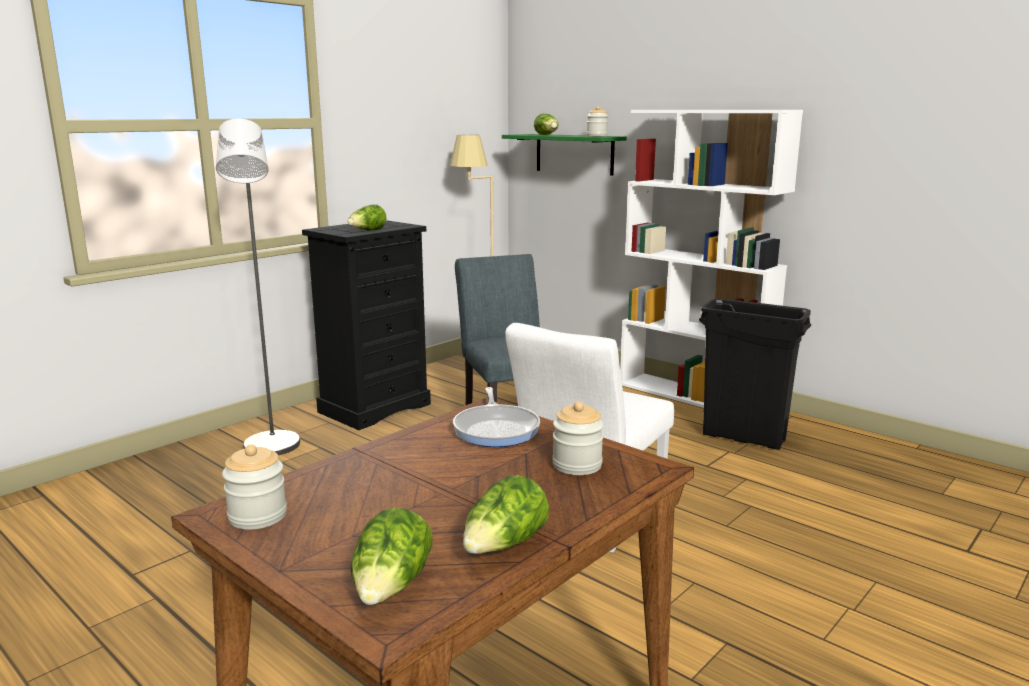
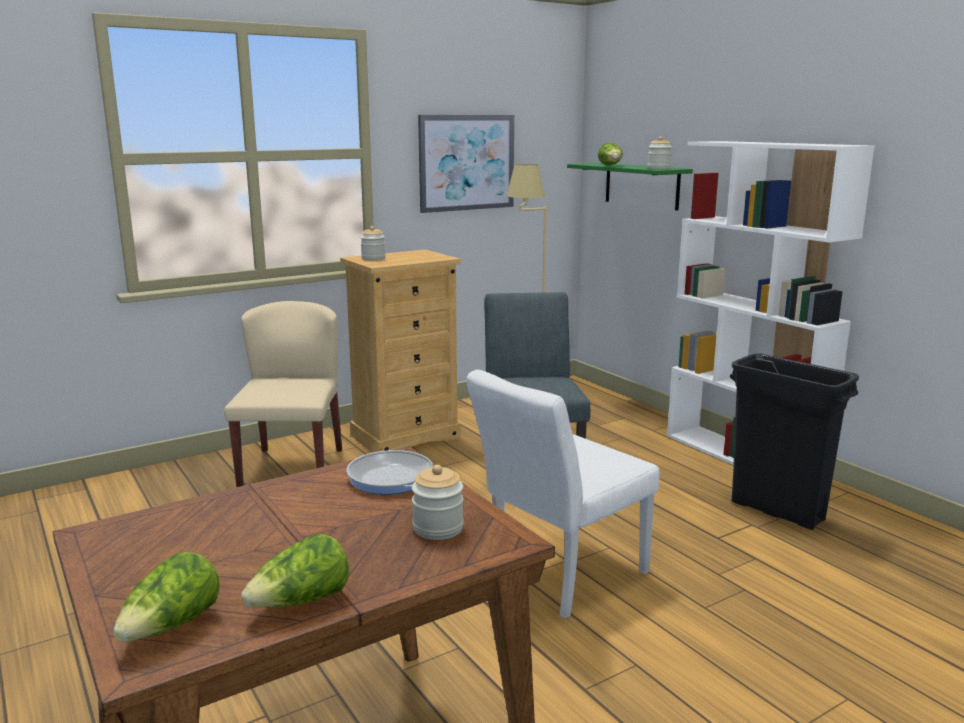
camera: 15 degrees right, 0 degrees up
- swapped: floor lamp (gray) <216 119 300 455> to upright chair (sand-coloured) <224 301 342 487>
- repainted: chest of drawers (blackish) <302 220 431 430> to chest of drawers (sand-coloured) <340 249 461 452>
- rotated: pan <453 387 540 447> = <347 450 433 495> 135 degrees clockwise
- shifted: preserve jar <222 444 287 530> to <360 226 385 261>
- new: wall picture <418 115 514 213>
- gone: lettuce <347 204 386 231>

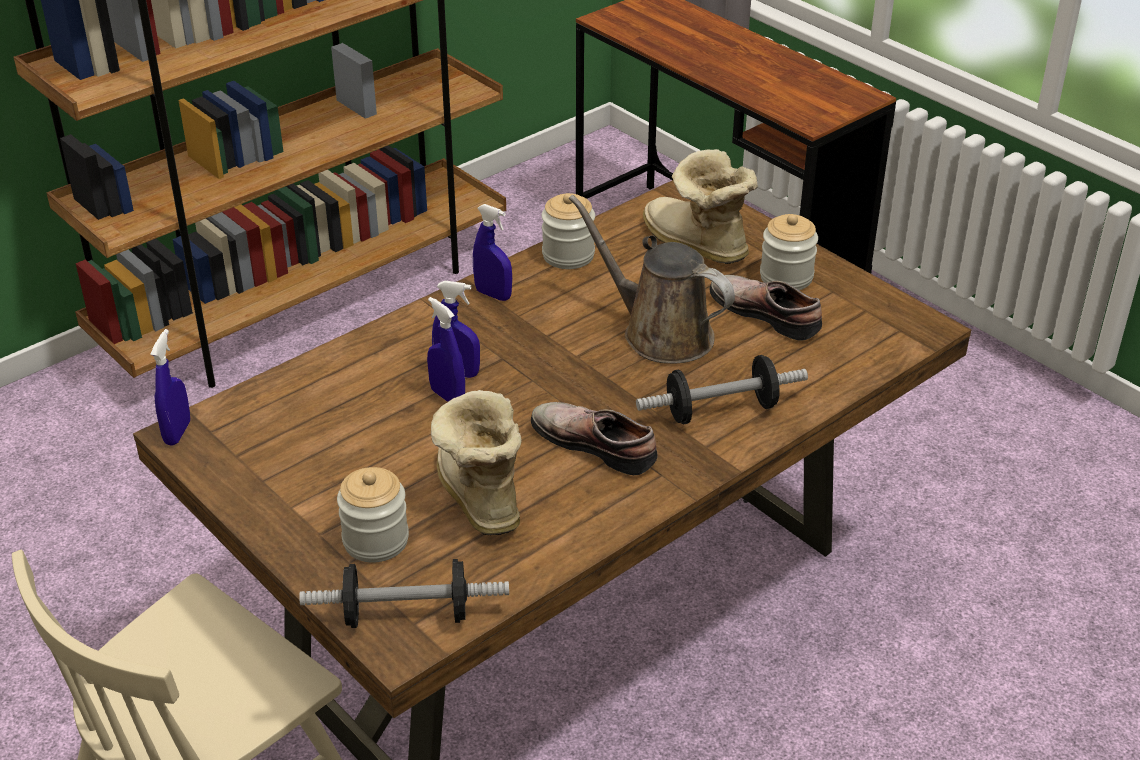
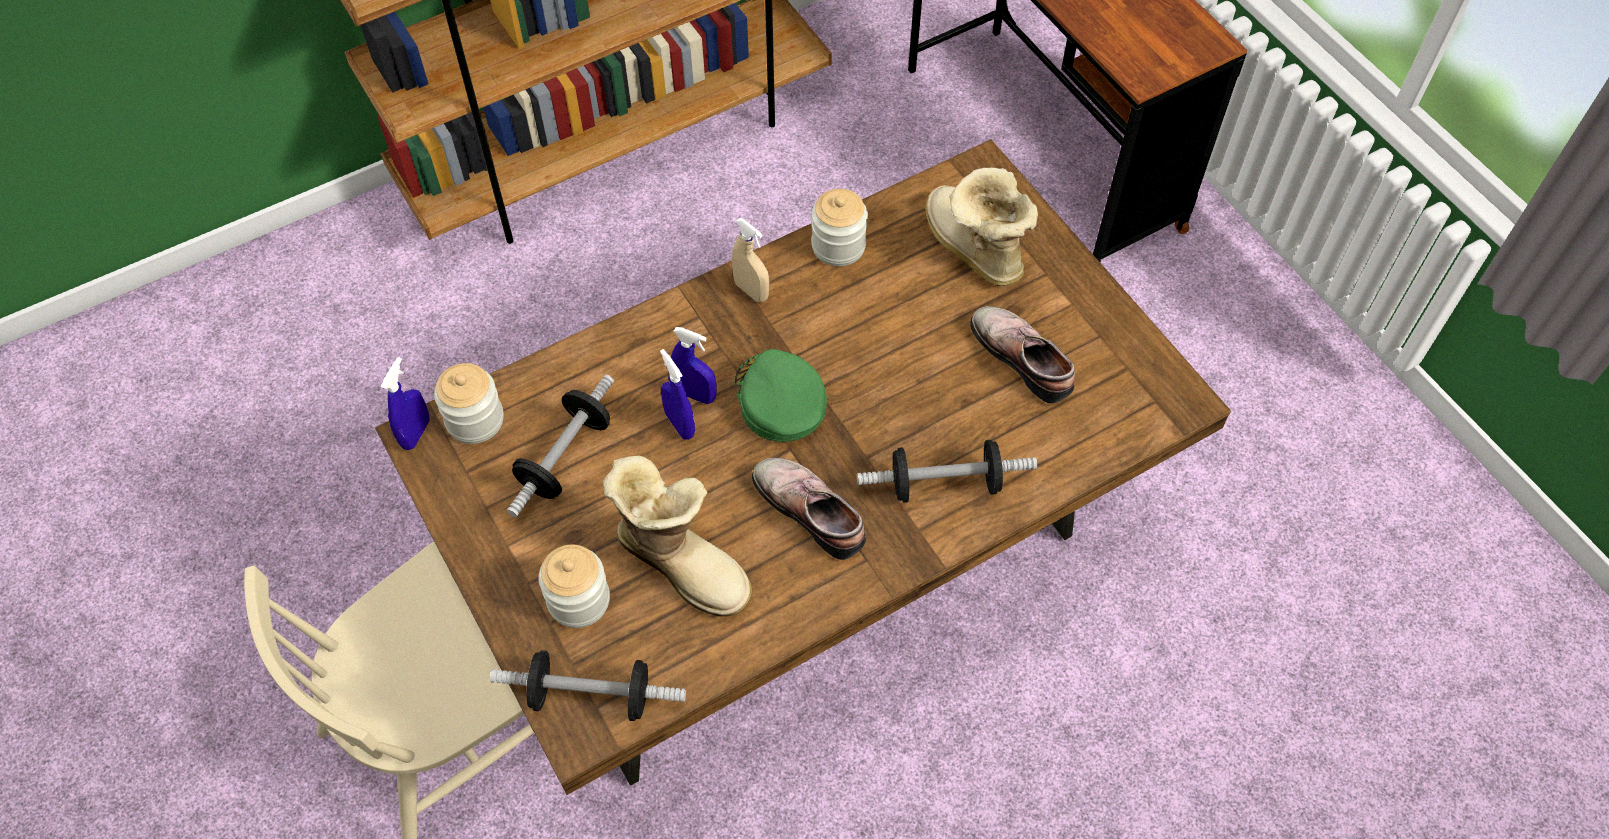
camera: 10 degrees right, 20 degrees up
- shifted: preserve jar <760 214 818 290> to <434 363 504 444>
- new: dumbbell <507 375 614 517>
- rotated: high-top boot <431 390 521 536> = <603 455 752 617> 135 degrees clockwise
- repainted: sprayer (blue-coloured) <473 204 512 301> to sprayer (sand-coloured) <732 218 769 302>
- new: cap (green) <735 349 827 442>
- gone: watering pot (brown-coloured) <569 195 735 364>

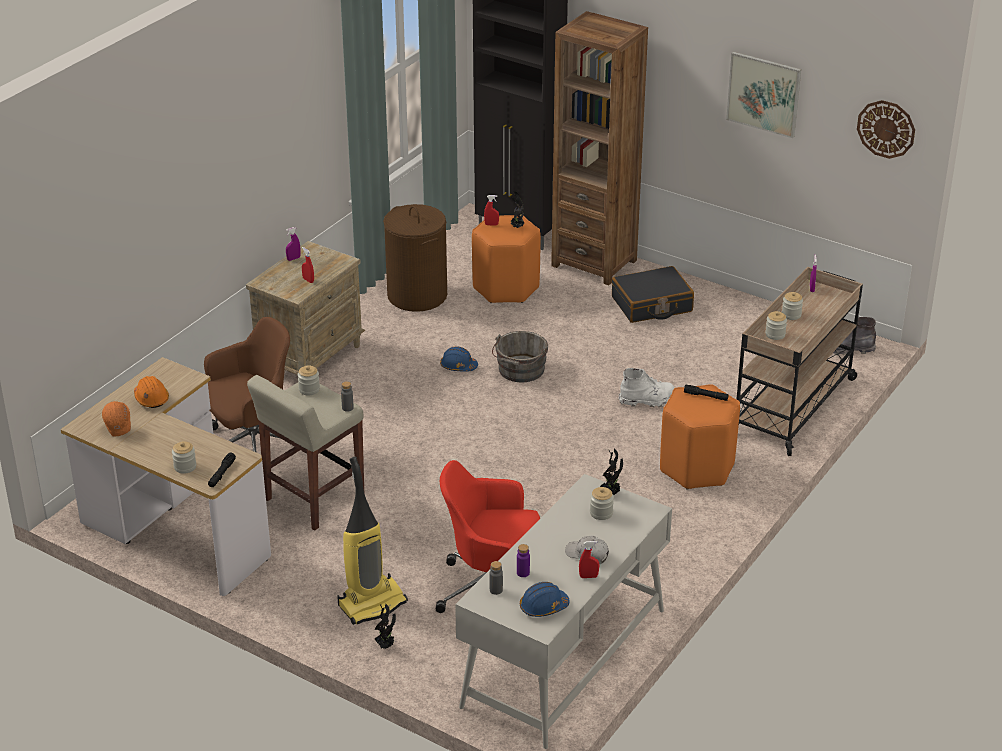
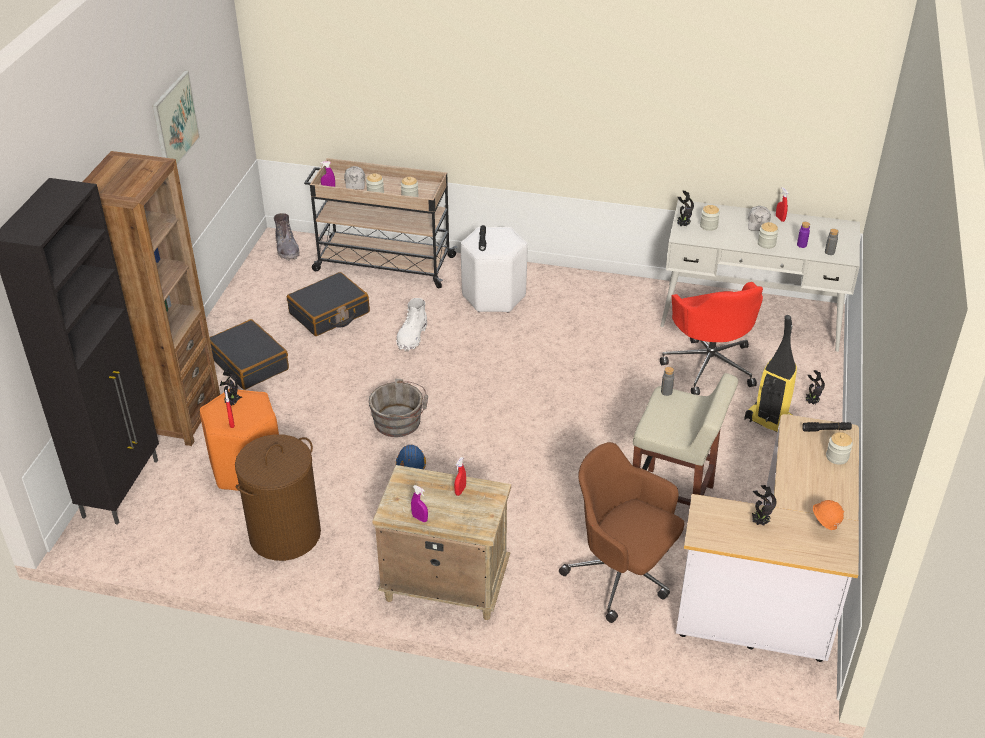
camera: 110 degrees left, 5 degrees up
- new: suitcase (blackish) <287 272 370 336>
- new: cap (white) <344 166 365 190>
- rotated: high-top boot (white) <619 368 675 407> = <396 298 427 352> 135 degrees counterclockwise
- repainted: stool seat (orange) <660 384 740 489> to stool seat (white) <461 227 527 313>
- swapped: safety helmet (orange) <134 376 169 408> to houseplant <752 485 777 526>
- shifted: preserve jar <298 365 320 395> to <758 222 778 249>
- gone: safety helmet (blue-coloured) <520 582 570 617>
- gone: wall clock <857 100 915 159>

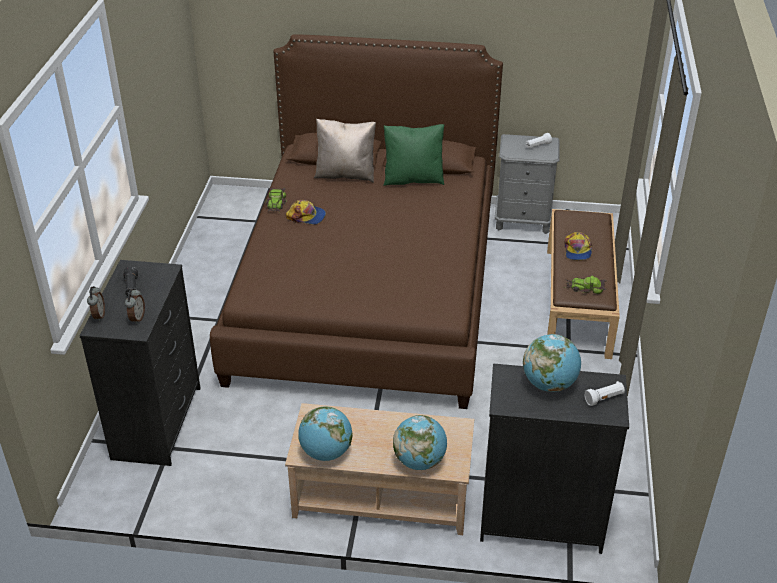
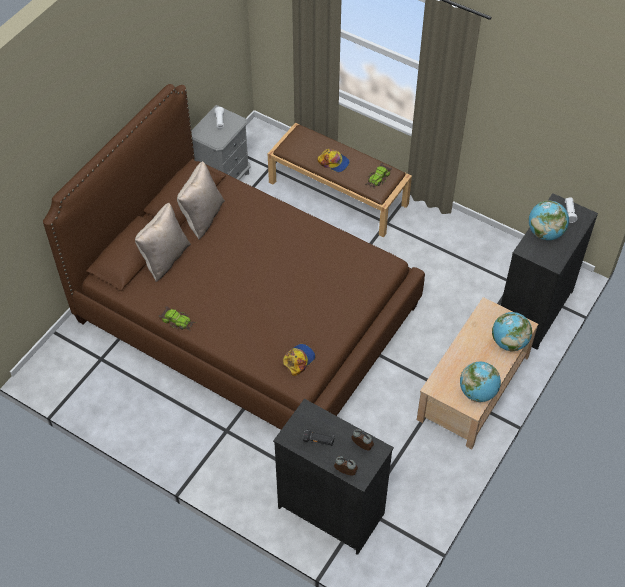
camera: 65 degrees left, 15 degrees up
- repainted: pillow (green) <383 124 444 186> to pillow (sand-coloured) <177 161 225 240>
- shifted: cap <286 200 326 225> to <283 344 315 376>

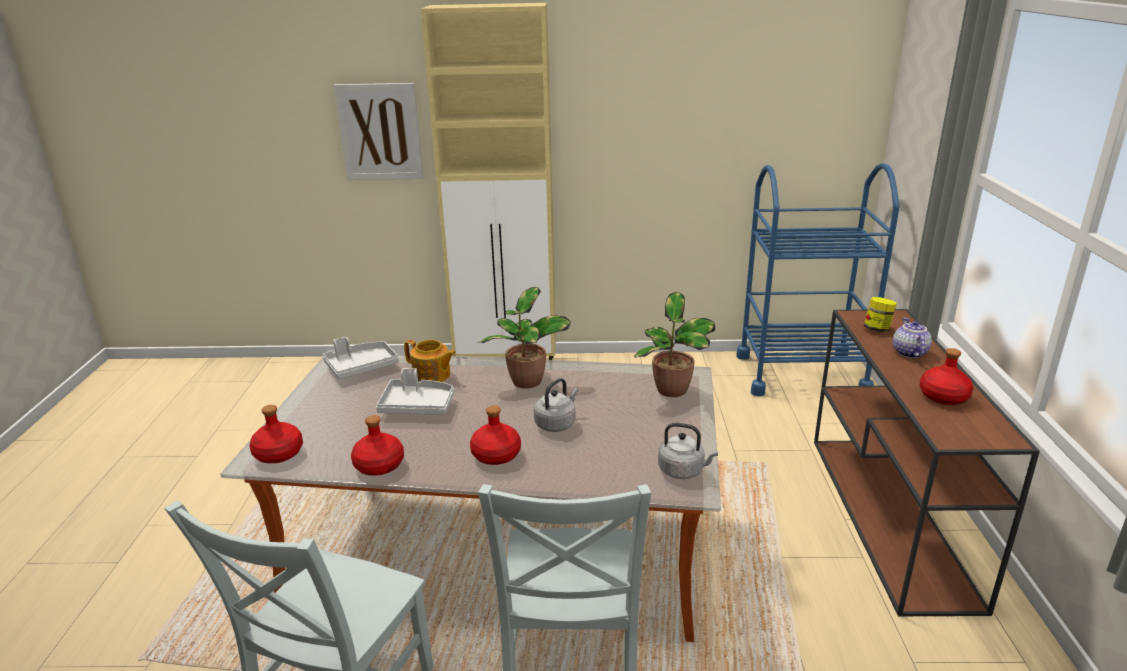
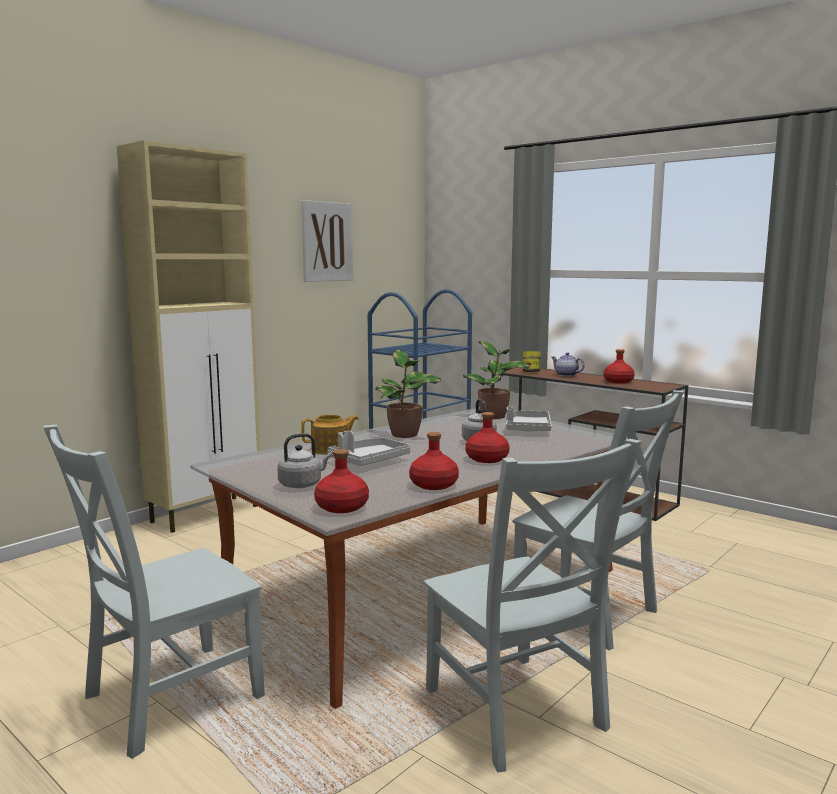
camera: 50 degrees left, 15 degrees down
- new: upright chair (gray) <43 425 265 759>
- shifted: kettle (gray) <658 423 718 479> to <277 433 332 488>
- shifted: wall picture <334 83 424 180> to <301 200 353 282>
- shifted: serving tray (gray) <323 337 399 379> to <506 407 552 432>

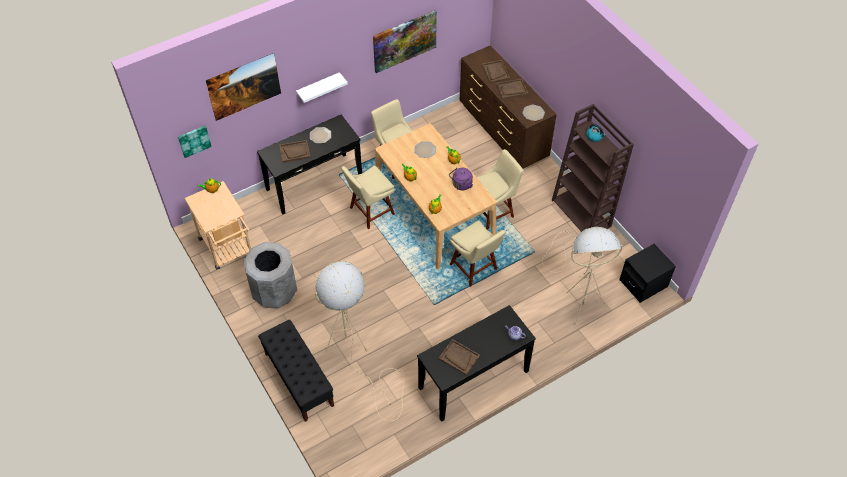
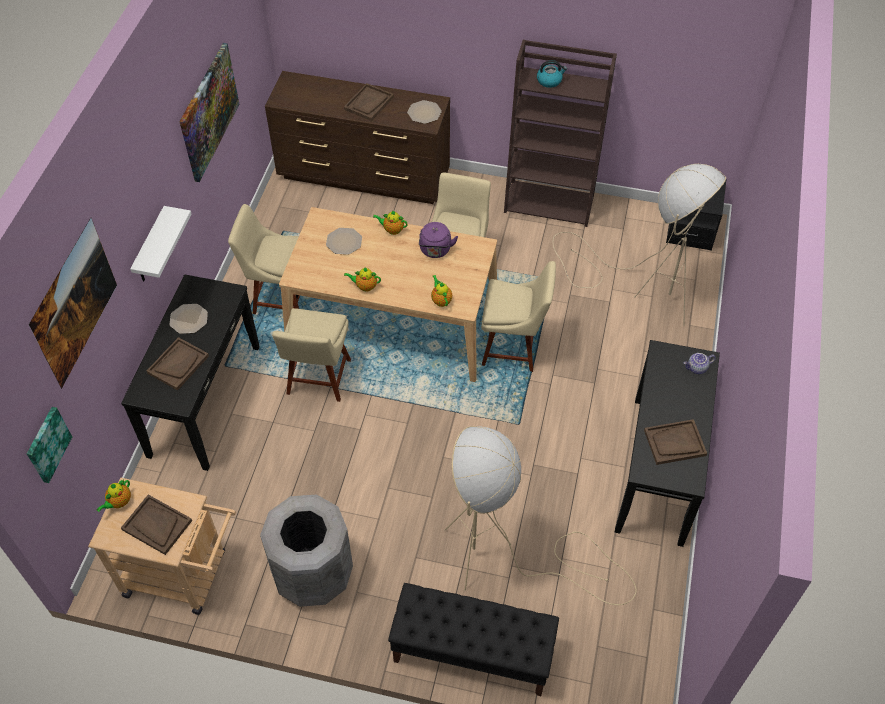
camera: 45 degrees left, 0 degrees up
- shifted: serving tray (brown-coloured) <482 60 510 83> to <121 495 192 555>

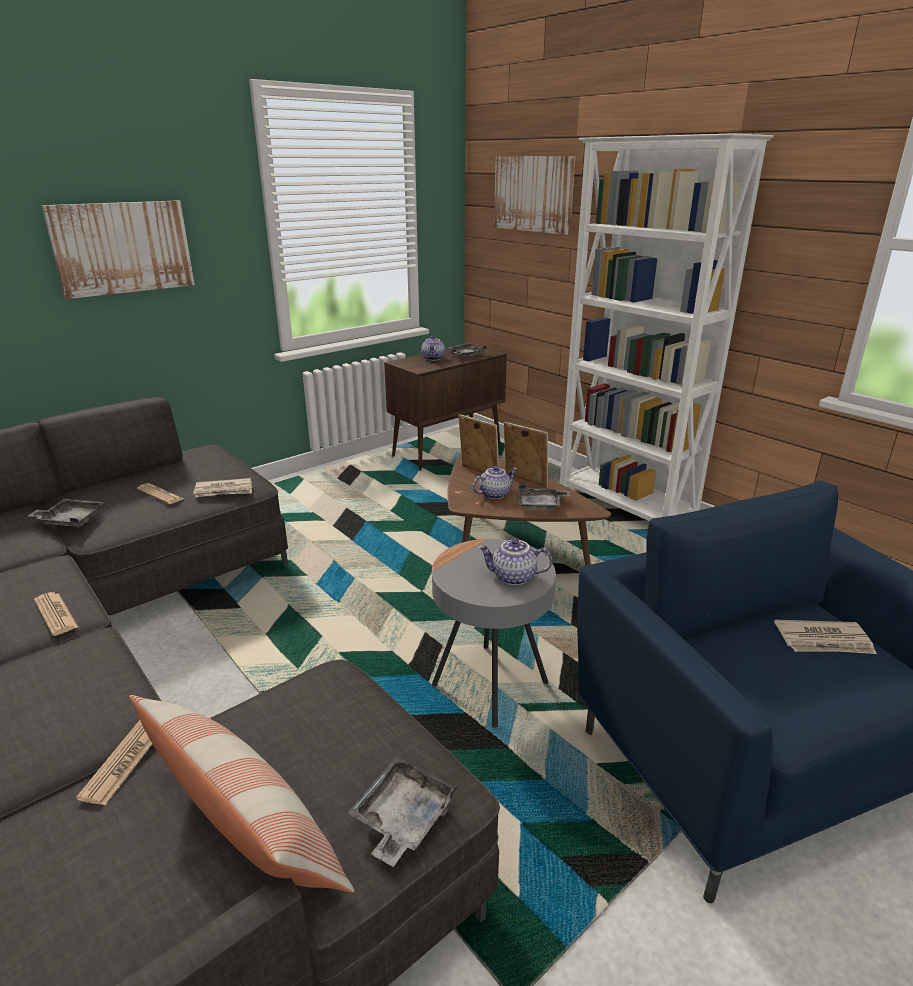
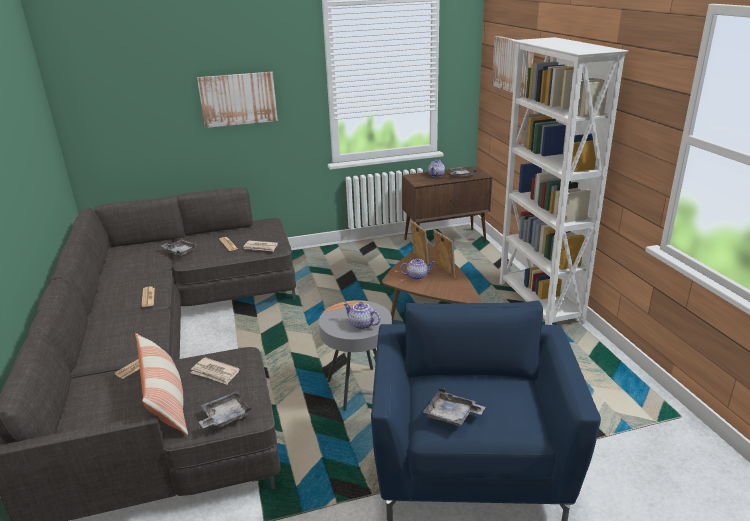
camera: 25 degrees right, 0 degrees up
- shifted: newspaper <774 620 877 654> to <190 357 240 385>
- shifted: serving tray (gray) <518 484 570 510> to <423 387 485 426>

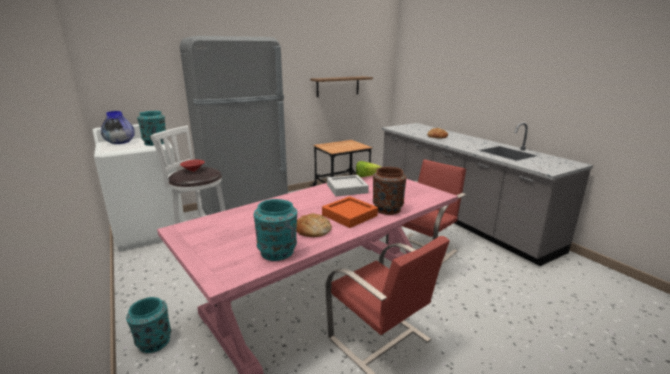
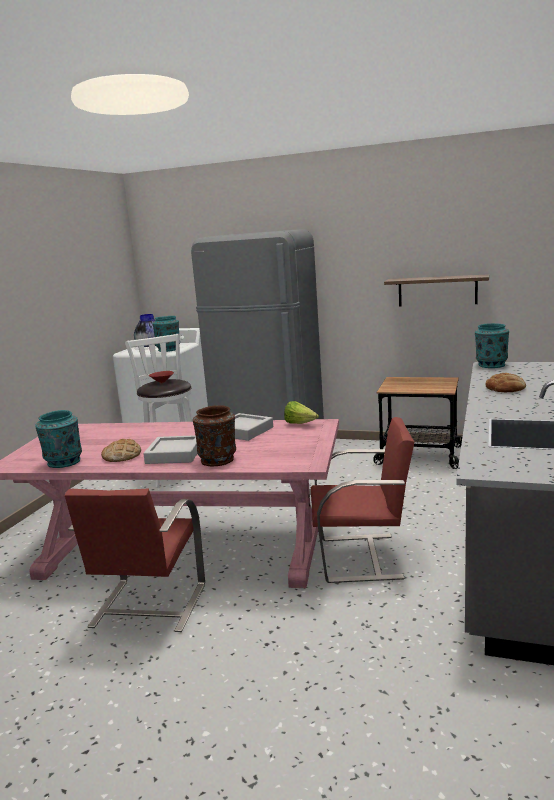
camera: 50 degrees right, 5 degrees down
- repainted: serving tray (orange) <322 196 378 228> to serving tray (gray) <143 435 197 464>
- shifted: vase (turquoise) <126 297 171 353> to <475 323 509 368>

